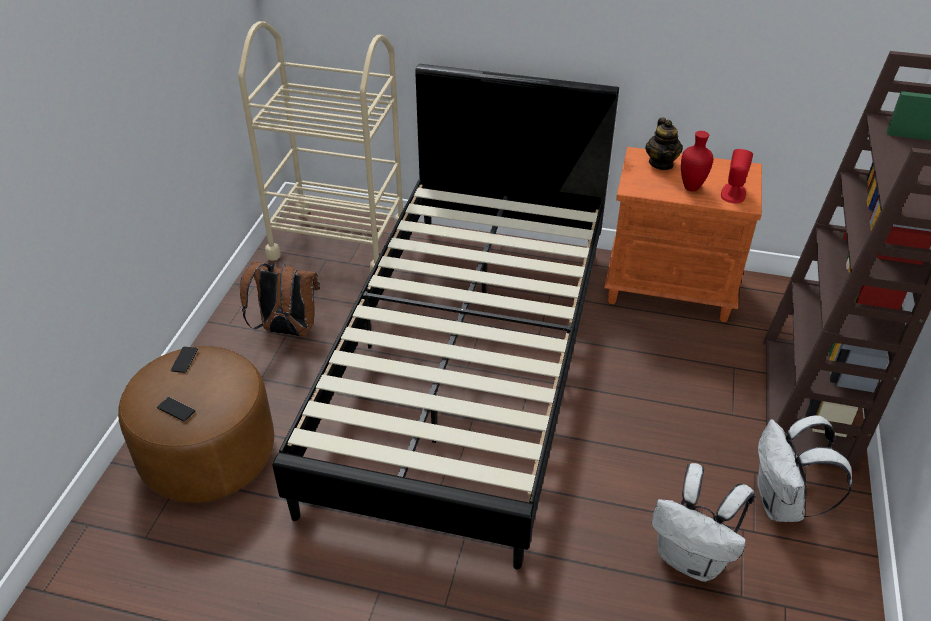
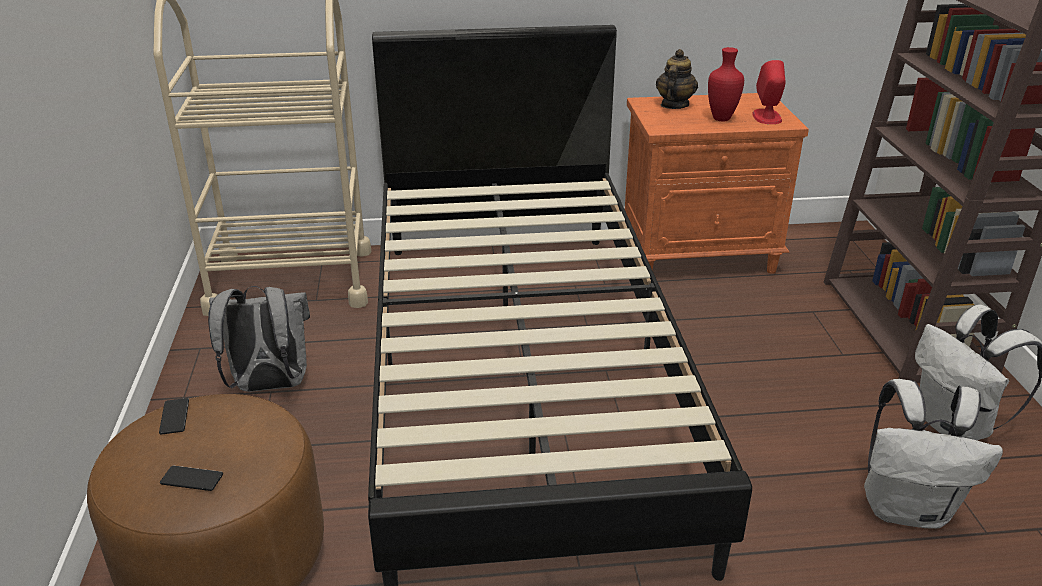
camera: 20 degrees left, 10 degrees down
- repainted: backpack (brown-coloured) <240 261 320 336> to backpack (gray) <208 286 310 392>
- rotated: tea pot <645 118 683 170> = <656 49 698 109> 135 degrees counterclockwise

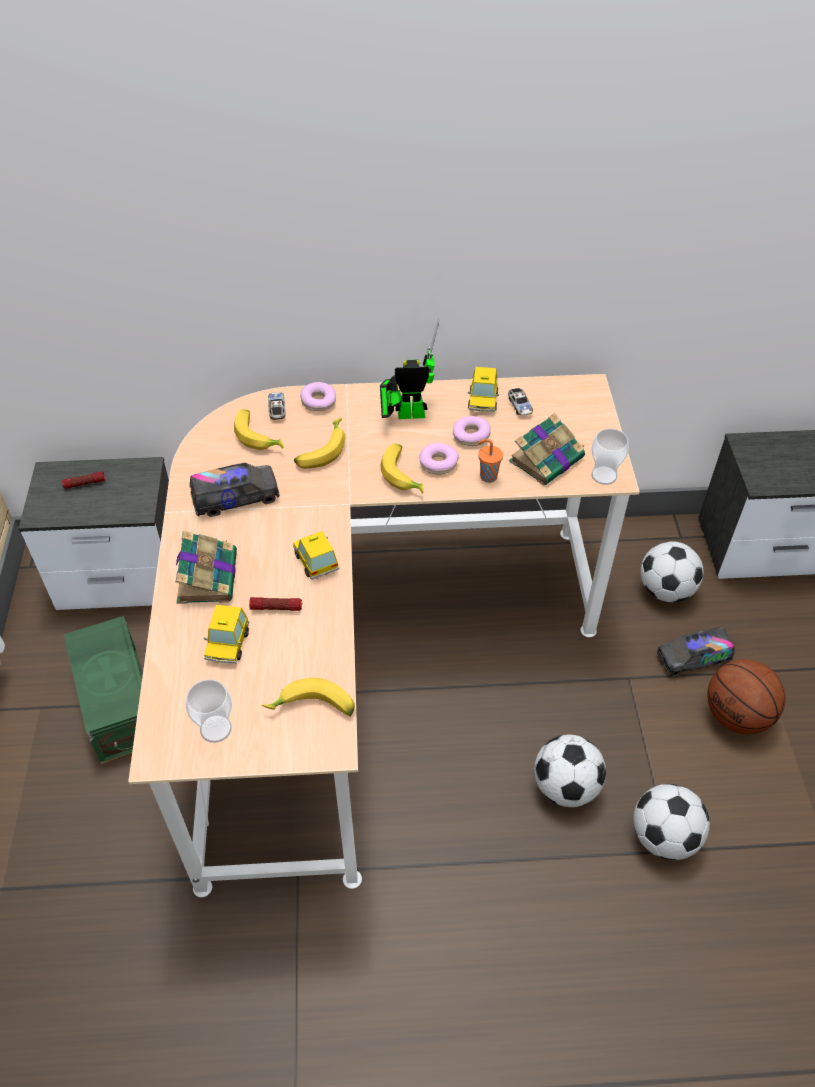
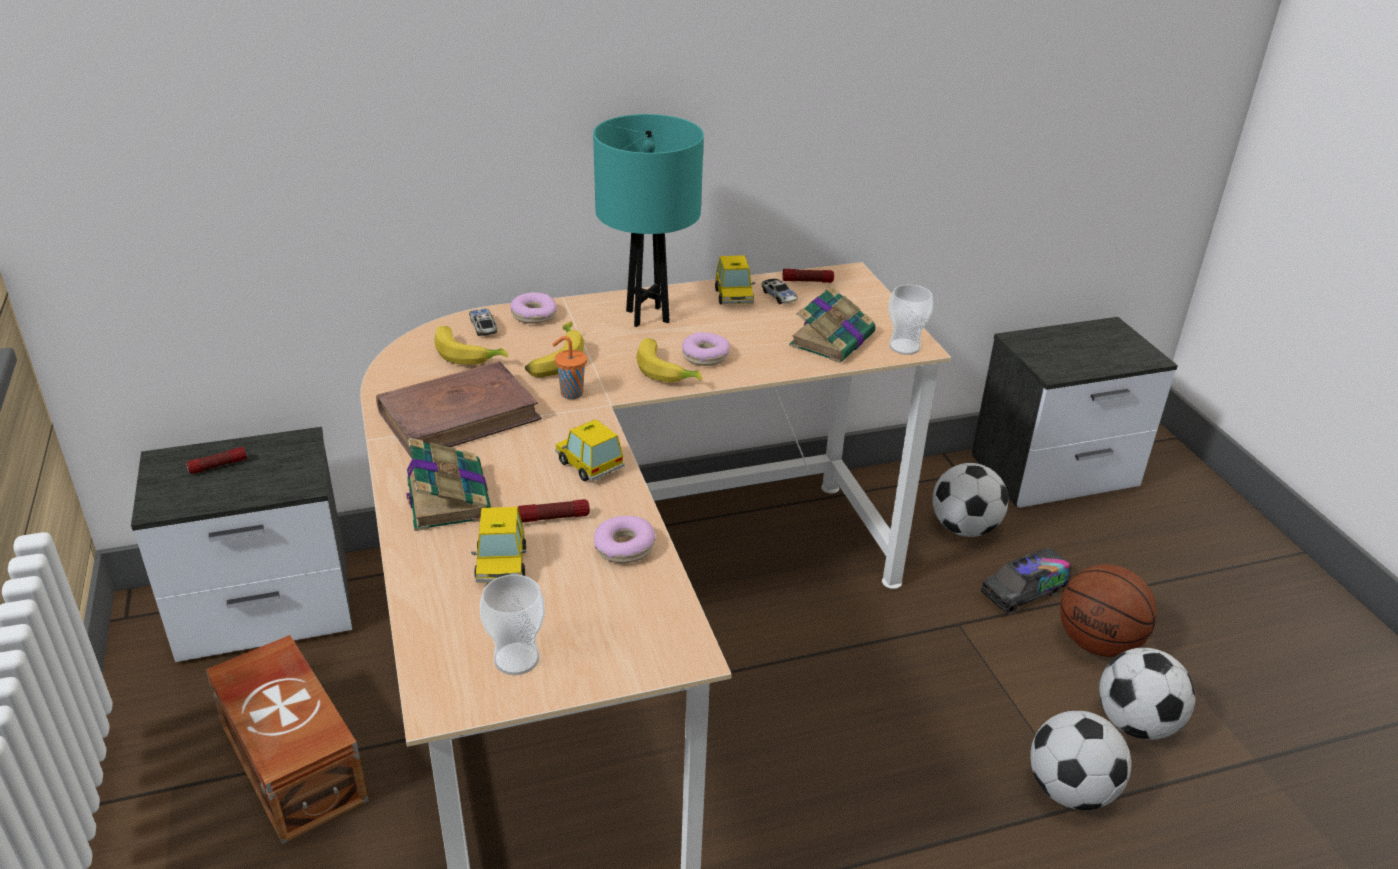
camera: 15 degrees left, 15 degrees down
- repainted: storage container (green) <64 616 143 764> to storage container (brown-coloured) <206 635 369 844>
- swapped: toy lorry <190 463 279 517> to book (brown-coloured) <376 361 542 458>
- shifted: drinking cup (orange) <478 439 503 483> to <552 336 587 399>
- swapped: toy robot <380 318 440 419> to table lamp (turquoise) <593 114 704 327>
- shifted: doughnut <453 416 491 446> to <594 516 656 563>
- new: hand torch <782 269 834 283>
- shifted: ball for football <534 735 606 807> to <1099 648 1195 740>
- gone: whole banana <262 678 355 716>

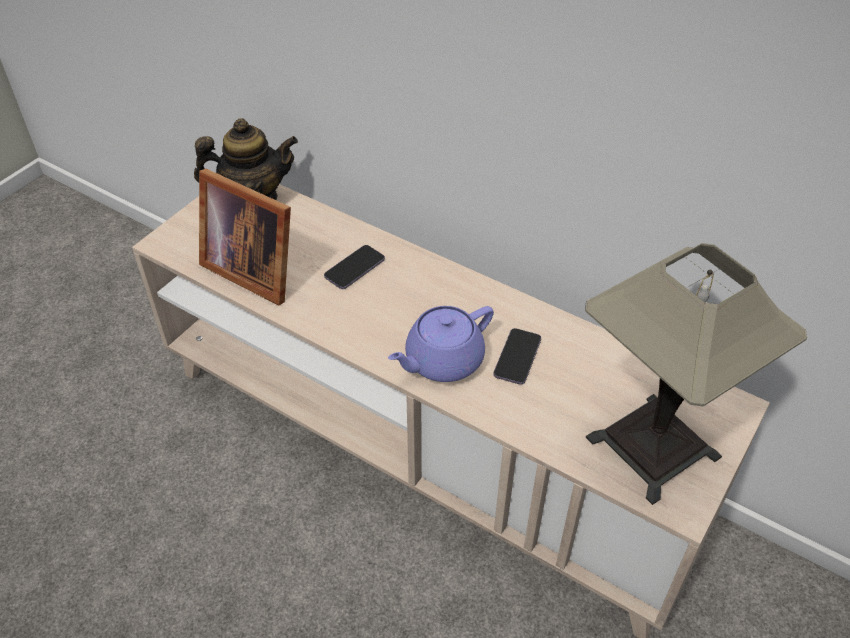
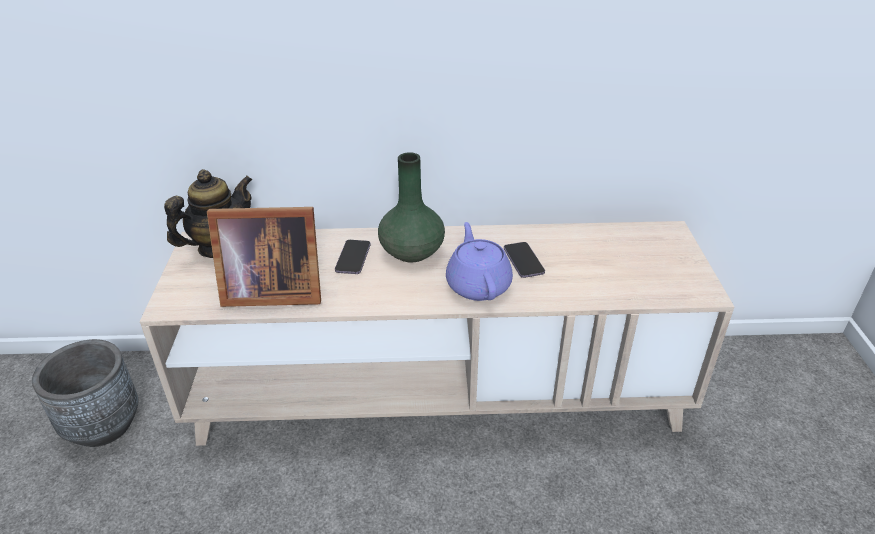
camera: 35 degrees left, 10 degrees down
- new: flower pot (gray) <32 339 139 447>
- new: vase (green) <378 152 445 262>
- rotated: tea pot (purple) <388 306 494 382> = <446 222 513 301> 150 degrees clockwise
- gone: table lamp <585 243 807 505>

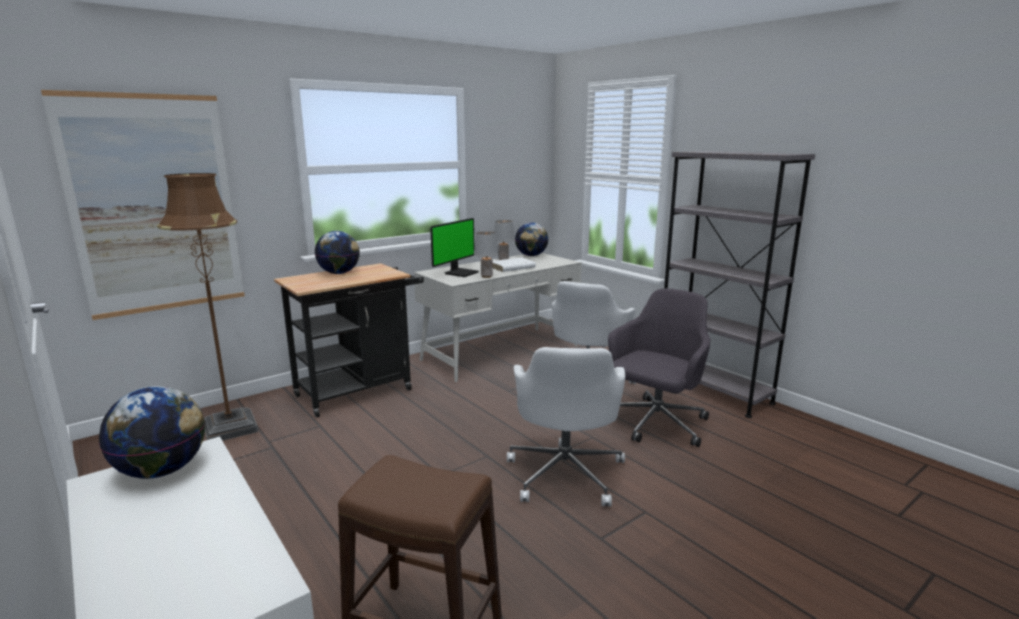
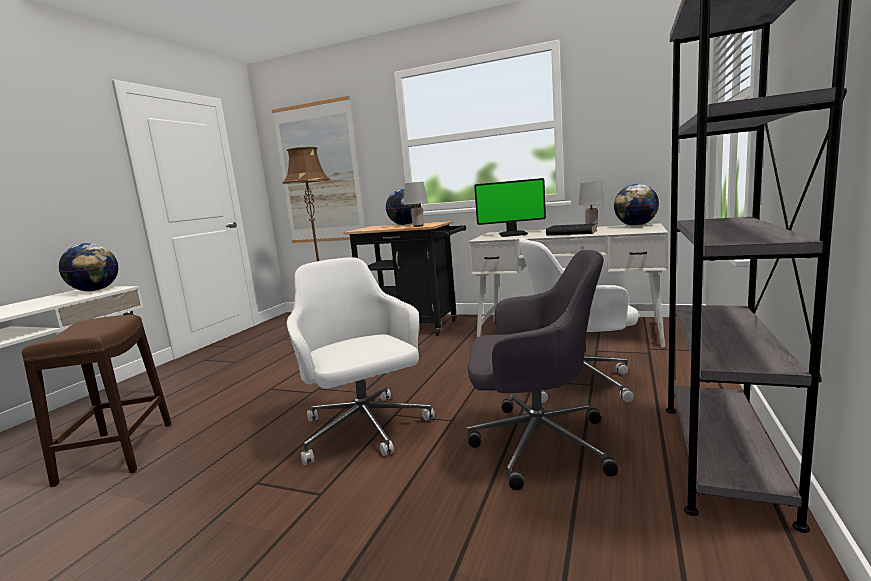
camera: 60 degrees right, 5 degrees down
- rotated: computer chair (white) <507 347 625 507> = <287 257 435 465> 90 degrees clockwise
- shifted: table lamp (gray) <474 231 499 278> to <404 182 428 227>
- repainted: book (white) <493 257 536 272> to book (blackish) <546 224 597 235>

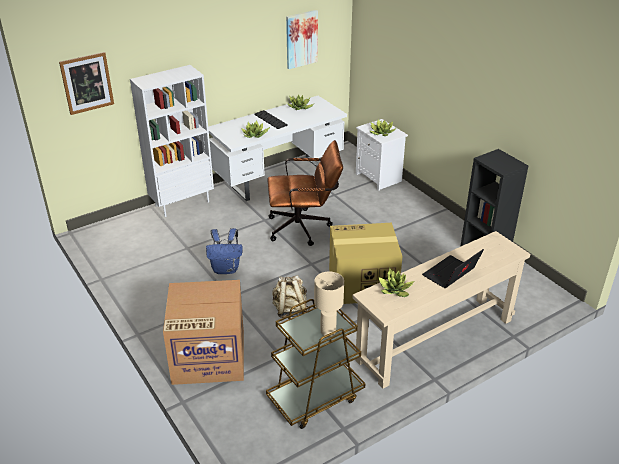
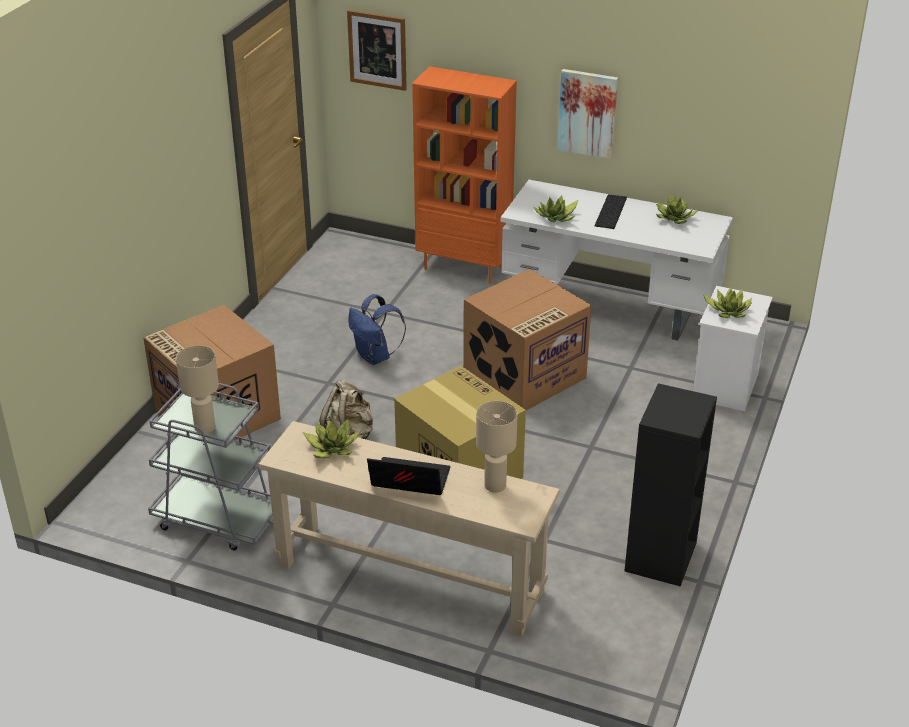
camera: 55 degrees right, 0 degrees up
- repainted: cart (brown-coloured) <266 299 366 429> to cart (gray) <148 383 273 551>
- repainted: shelving unit (white) <130 65 214 217> to shelving unit (orange) <412 66 517 284>
- swapped: computer chair (brown-coloured) <268 140 343 246> to cardboard box <463 269 592 410>
- new: table lamp (sand-coloured) <476 401 518 492>
- shifted: wall picture <286 10 318 69> to <557 69 618 159>

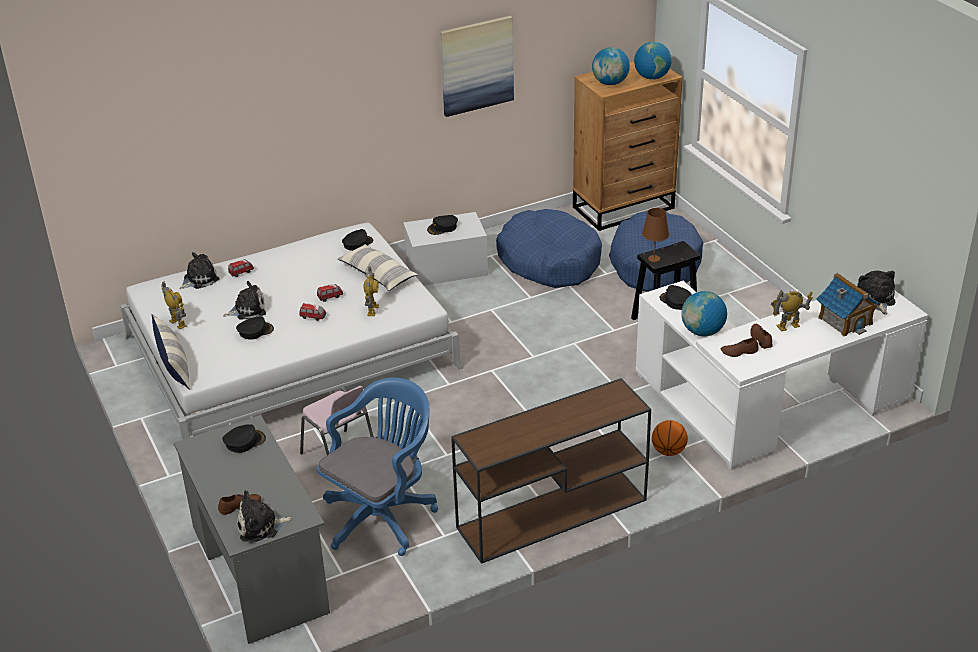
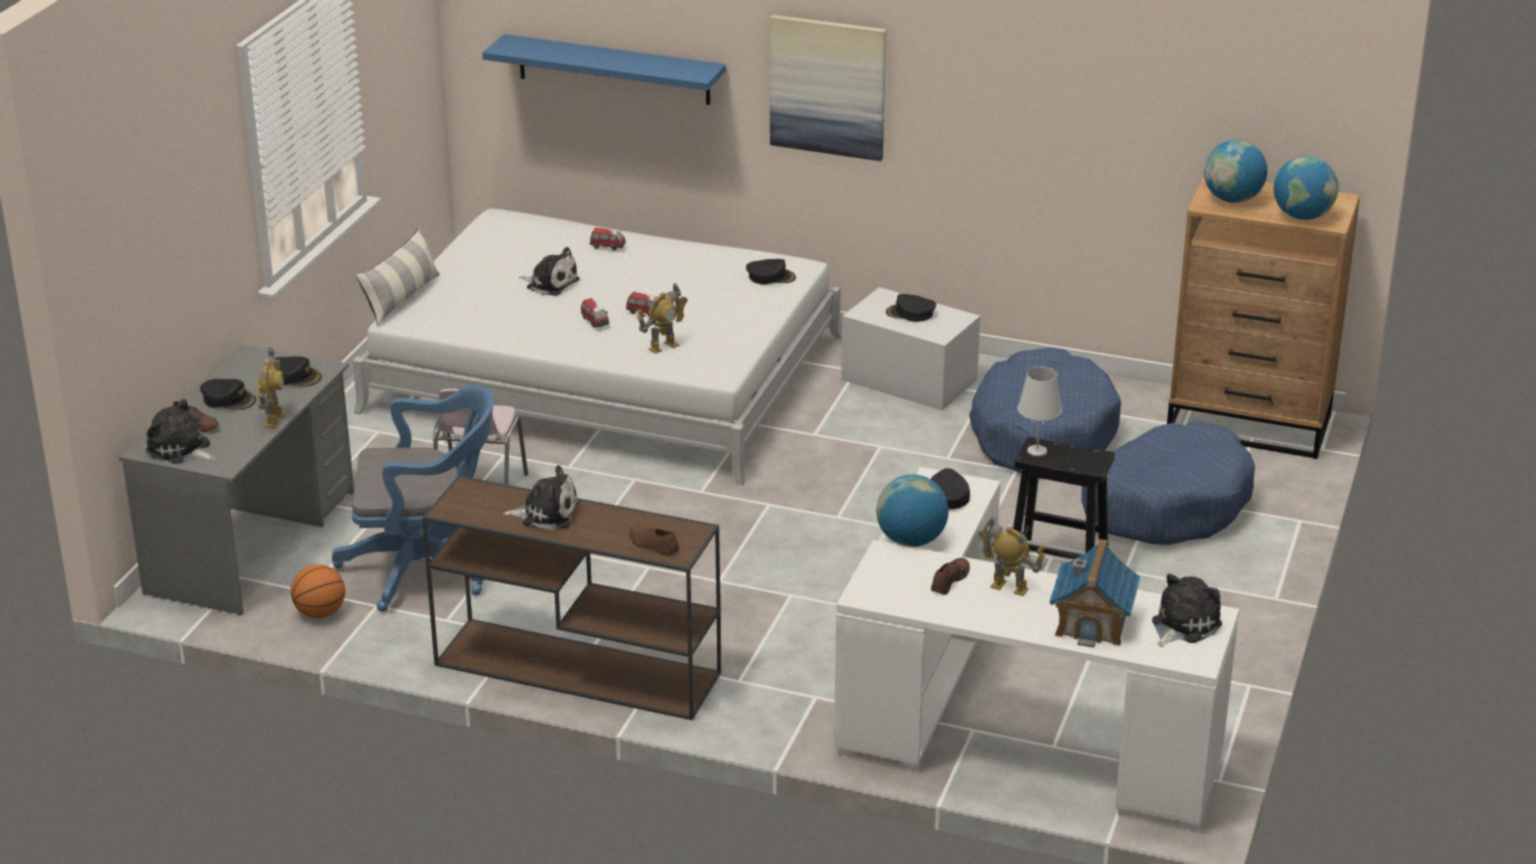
camera: 45 degrees right, 5 degrees down
- shifted: cap (blackish) <236 317 274 340> to <200 379 256 410>
- shifted: toy robot <162 281 187 329> to <258 348 287 428>
- shifted: basketball ball <652 420 688 456> to <291 565 345 618>
- new: bracket shelf (blue-coloured) <482 34 726 105>
- shifted: cuddly toy <180 252 219 289> to <503 465 578 530>
- shifted: item of footwear (brown-coloured) <721 337 759 357> to <629 525 679 556>
- shifted: wall picture <440 16 514 117> to <770 15 886 161>
- repainted: table lamp (brown-coloured) <642 208 669 263> to table lamp (white) <1018 367 1062 456>
- gone: pillow <337 244 418 291>

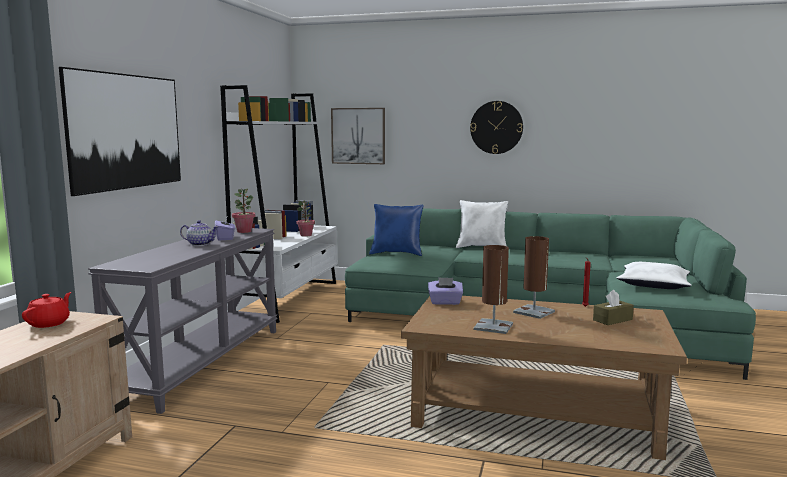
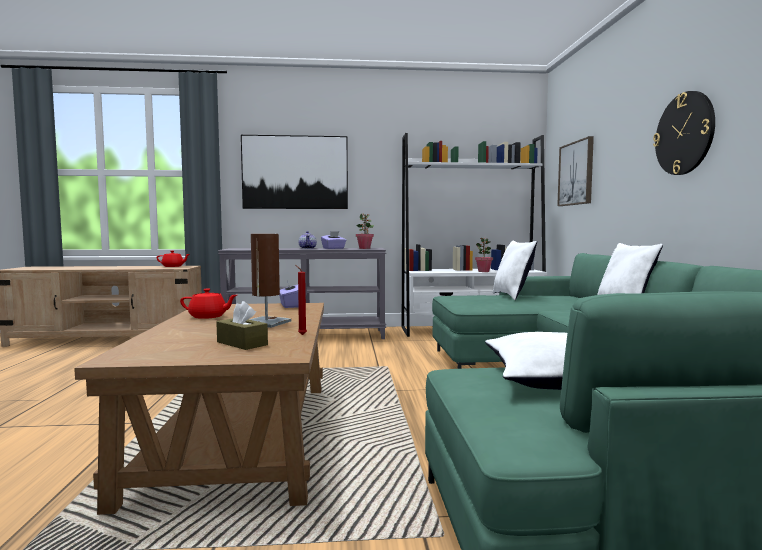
camera: 70 degrees right, 5 degrees down
- swapped: table lamp (brown-coloured) <474 245 513 334> to tea pot (reddish) <180 289 237 319>
- repainted: pillow (blue-coloured) <369 204 424 256> to pillow (white) <492 241 537 300>

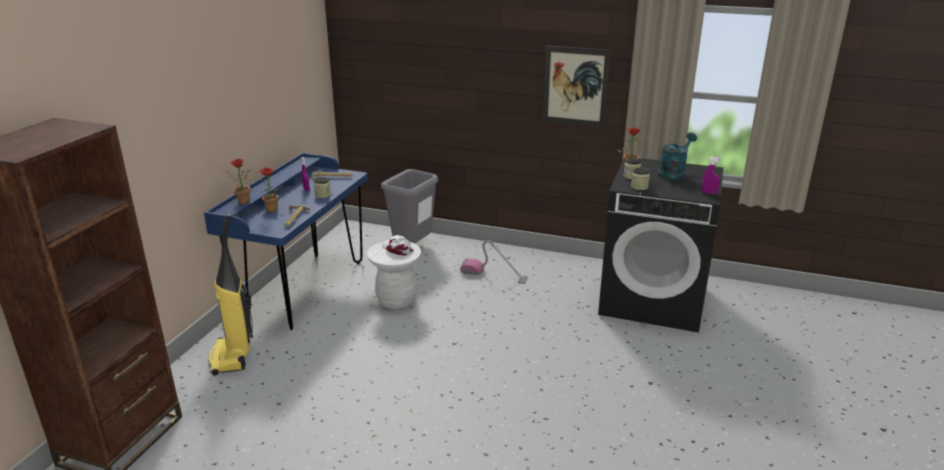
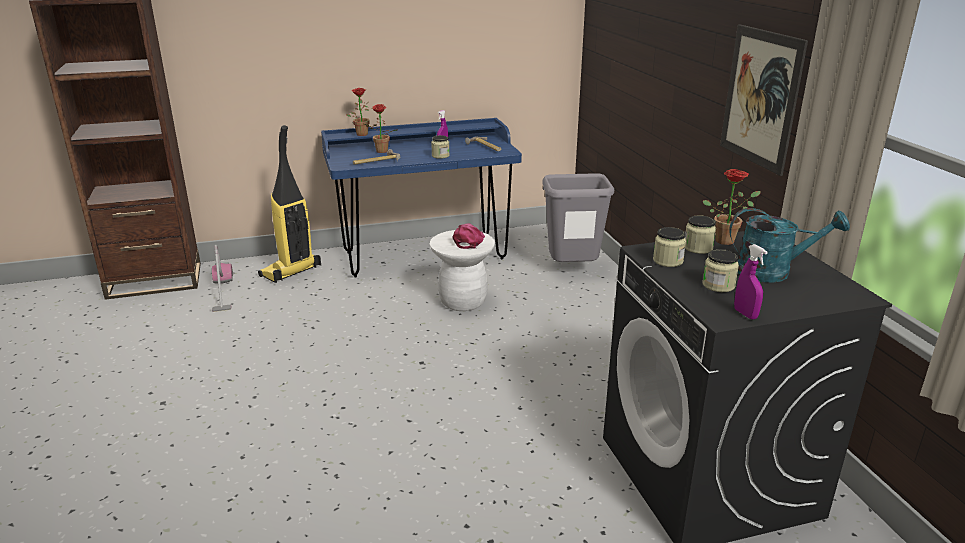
camera: 55 degrees right, 0 degrees up
- shifted: vacuum cleaner <460 240 528 284> to <212 245 233 312>
- repainted: cap (white) <382 235 414 256> to cap (pink-coloured) <452 223 485 249>
- new: preserve jar <702 249 739 292>

